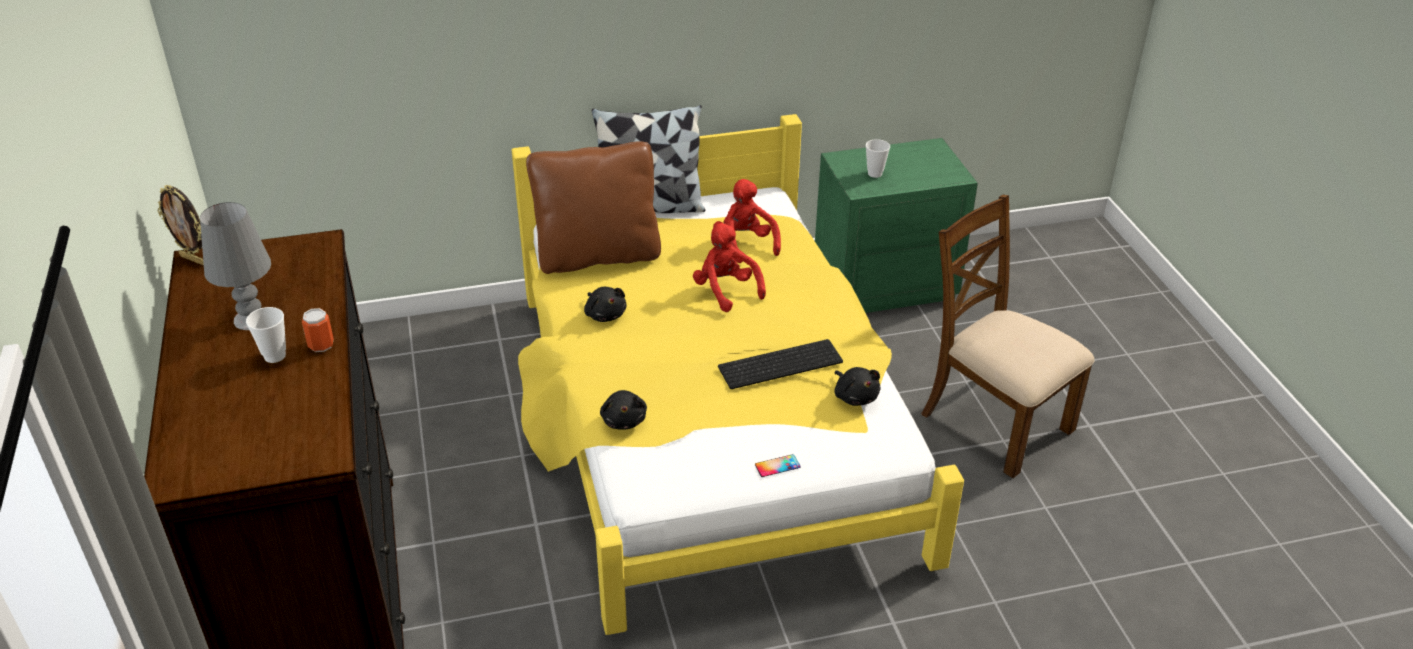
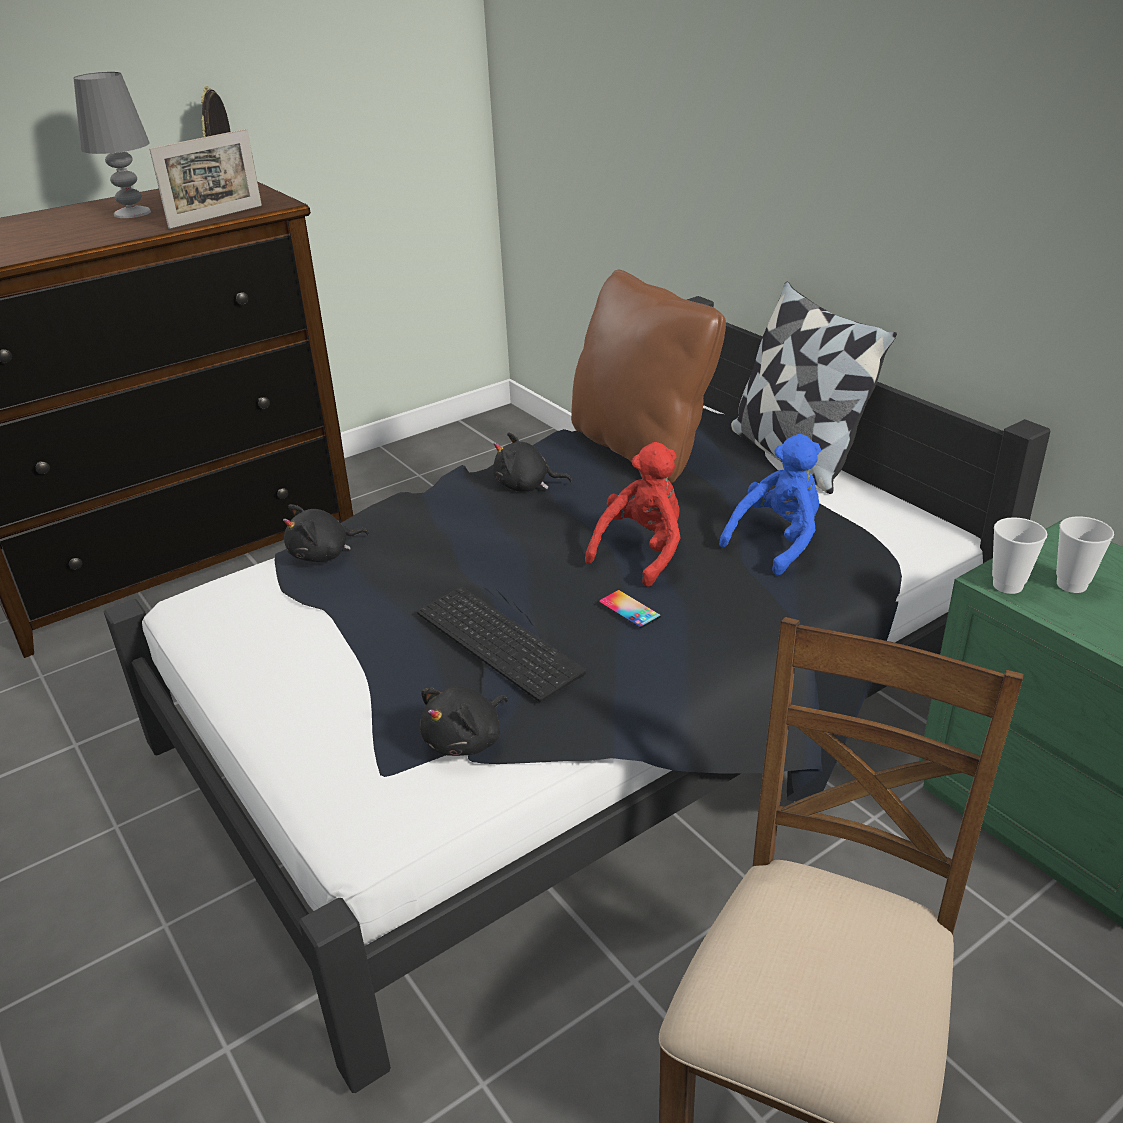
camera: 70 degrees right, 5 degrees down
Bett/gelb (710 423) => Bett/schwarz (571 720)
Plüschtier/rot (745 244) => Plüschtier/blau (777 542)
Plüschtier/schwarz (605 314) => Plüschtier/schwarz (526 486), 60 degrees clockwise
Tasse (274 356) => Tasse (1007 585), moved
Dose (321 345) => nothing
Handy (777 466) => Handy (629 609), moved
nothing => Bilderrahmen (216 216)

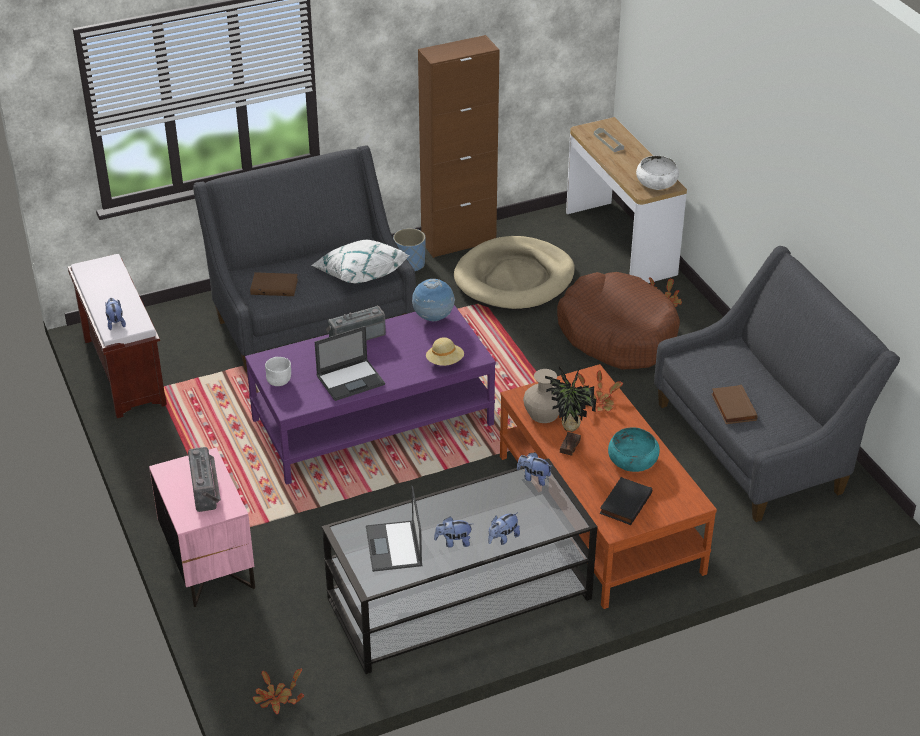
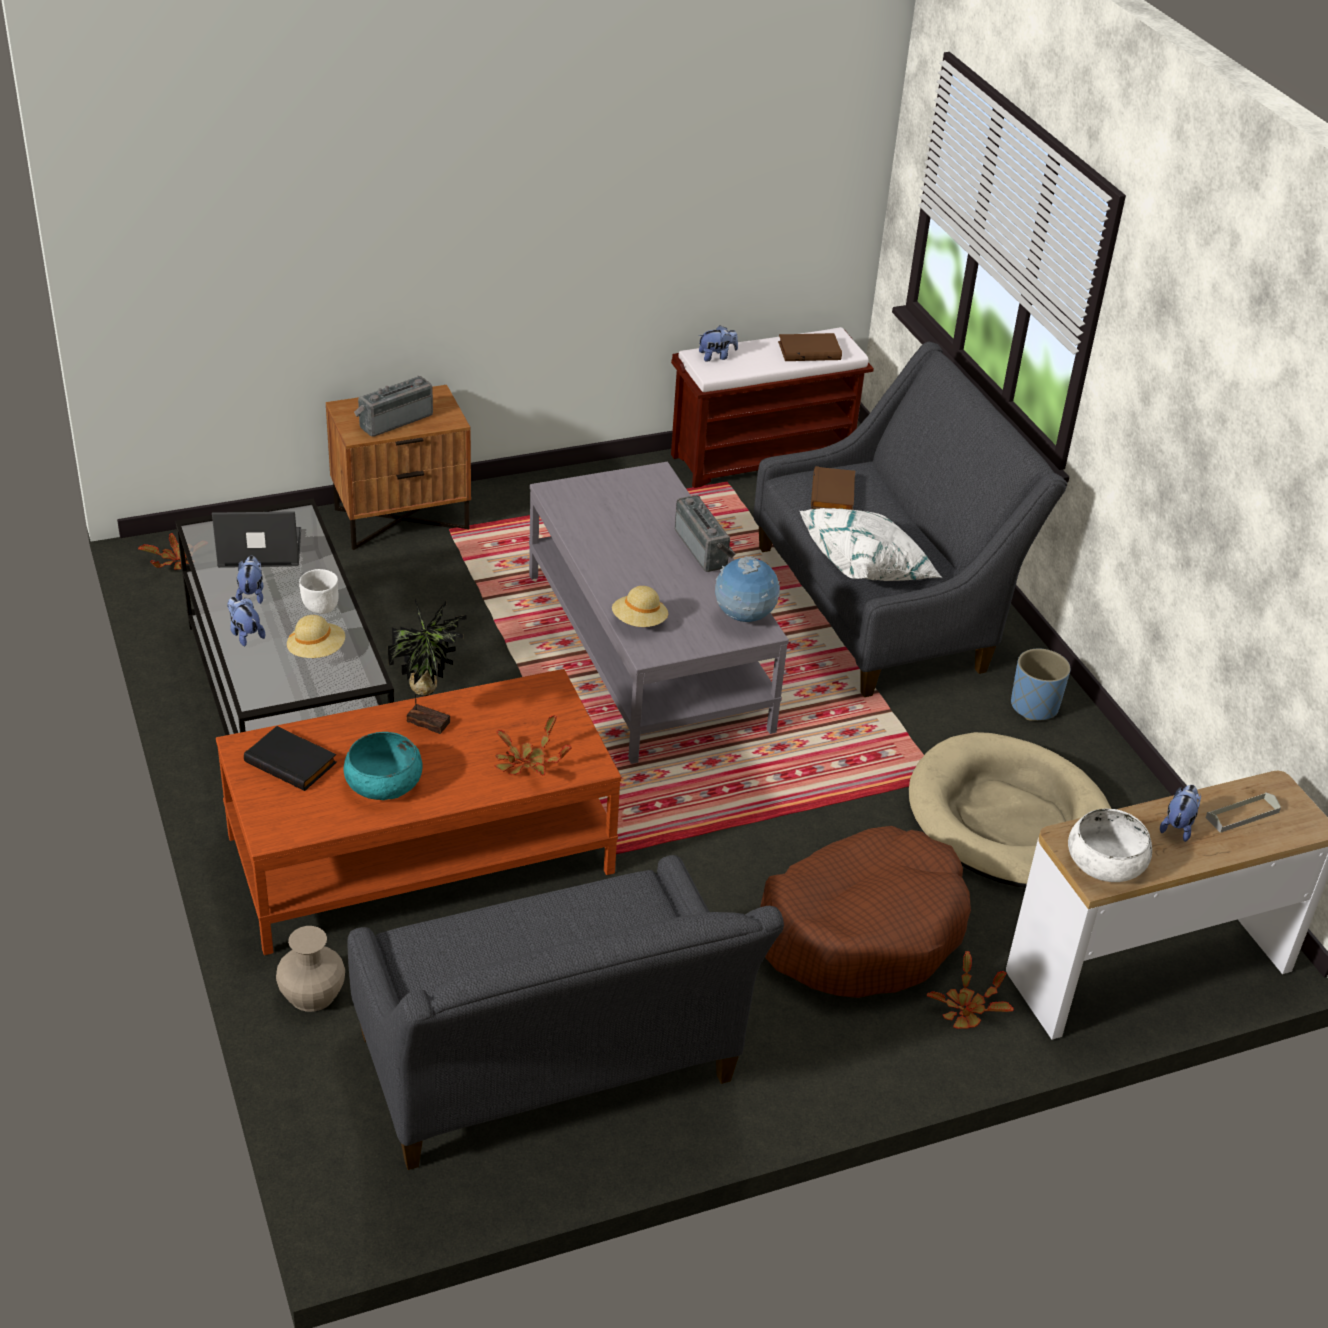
camera: 90 degrees right, 0 degrees up
Schrank/braun (458 242) => nothing
Couchtisch/lila (373 422) => Couchtisch/grau (647 652)
Laptop (351 380) => nothing
Schüssel/weiß (279 382) => Schüssel/weiß (320 608), moved
Vase/beige (543 413) => Vase/beige (312 993), moved
Buch/braun (732 407) => Buch/braun (809 350), moved
Radio (207 490) => Radio (394 420), 150 degrees clockwise
Nachttisch/rosa (208 564) => Nachttisch/braun (402 518)
Plüschtier (534 478) => Plüschtier (1178 826), moved
nothing => Hut/beige (317 651)

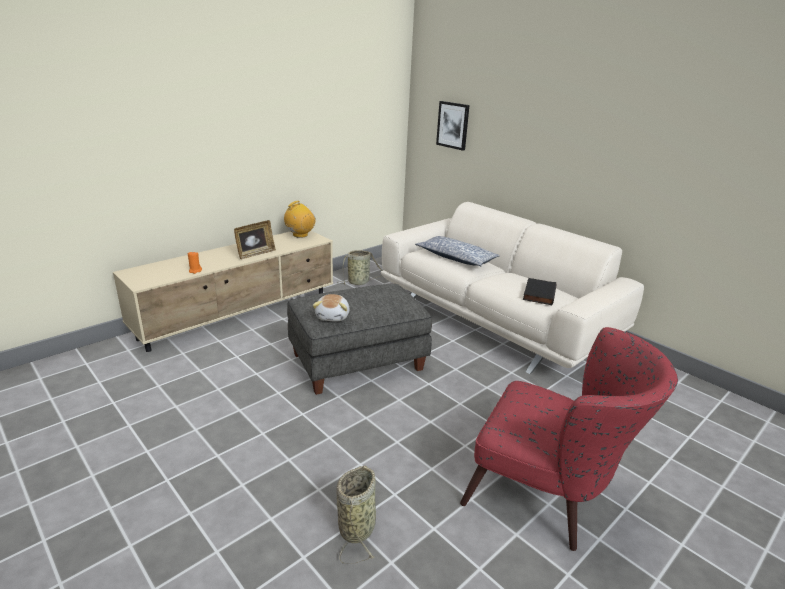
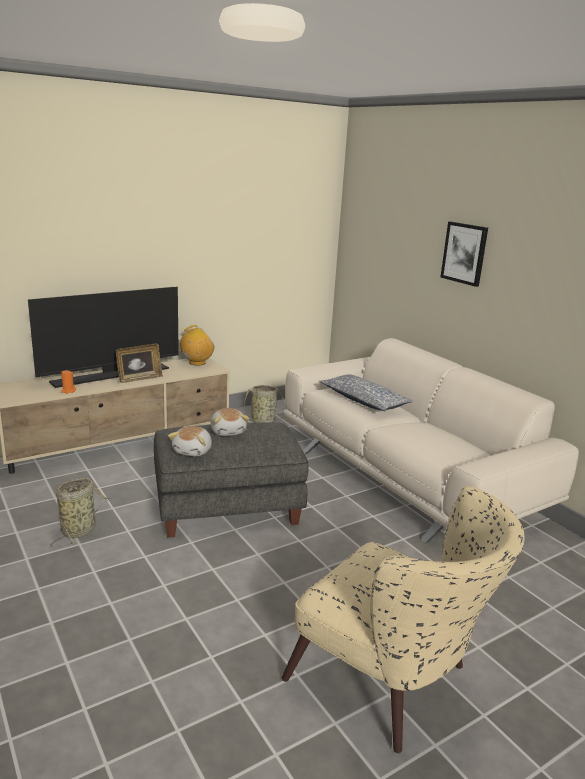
camera: 10 degrees right, 5 degrees down
Bild (453 125) => Bild (464 253), moved
Buch/schwarz (538 293) => nothing
Sessel/rot (548 494) => Sessel/beige (392 683)
Korb (357 526) => Korb (80 530), moved
nothing => Fernseher (111 375)
nothing => Plüschtier (228 431)

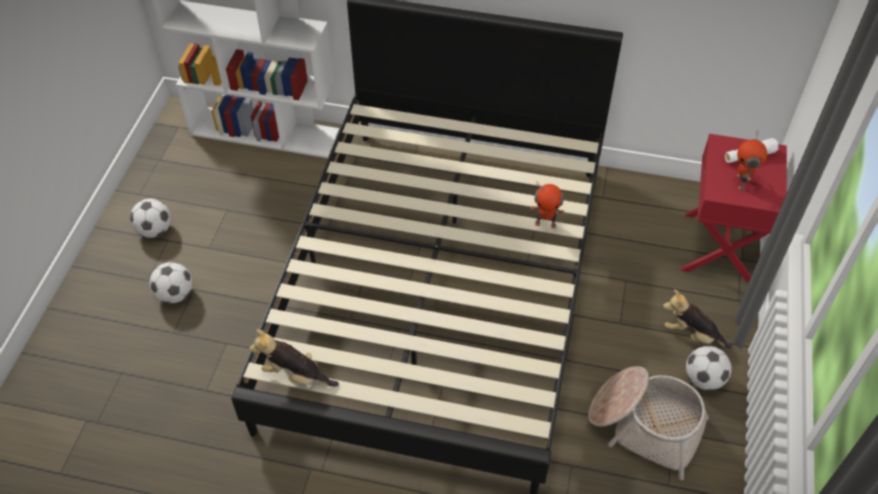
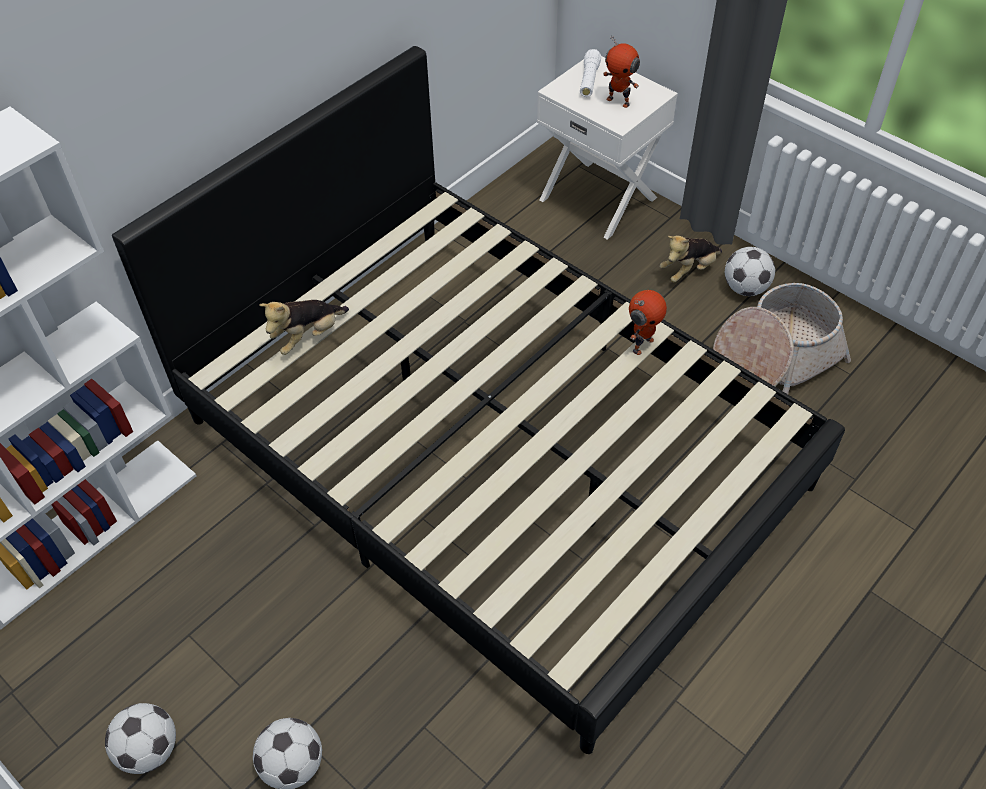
camera: 60 degrees left, 0 degrees up
Nachttisch/rot (720 247) => Nachttisch/weiß (599 198)
Spielzeugroboter (545 223) => Spielzeugroboter (641 344), moved
Plüschtier (296 375) => Plüschtier (308 337), moved

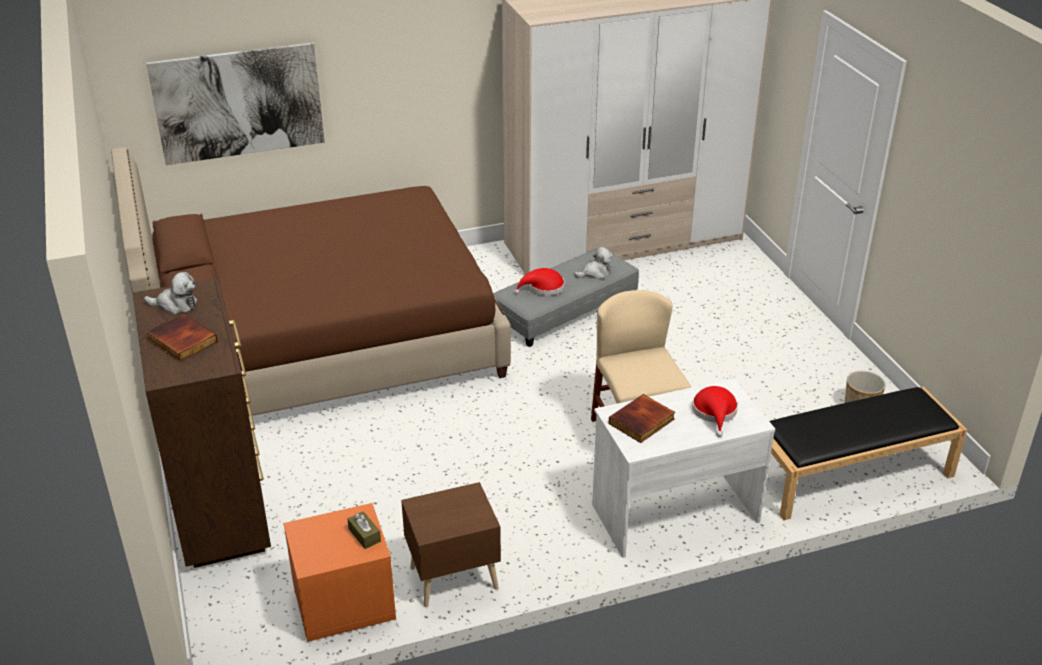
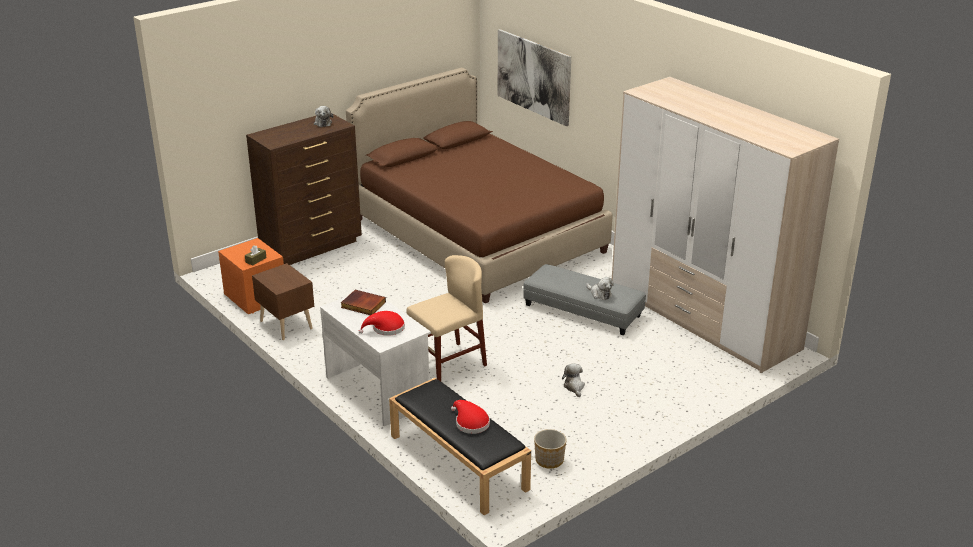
camera: 70 degrees right, 5 degrees down
Hut/rot (543 288) => Hut/rot (470 423), moved
Buch (181 341) => nothing
nothing => Plüschtier (574 387)

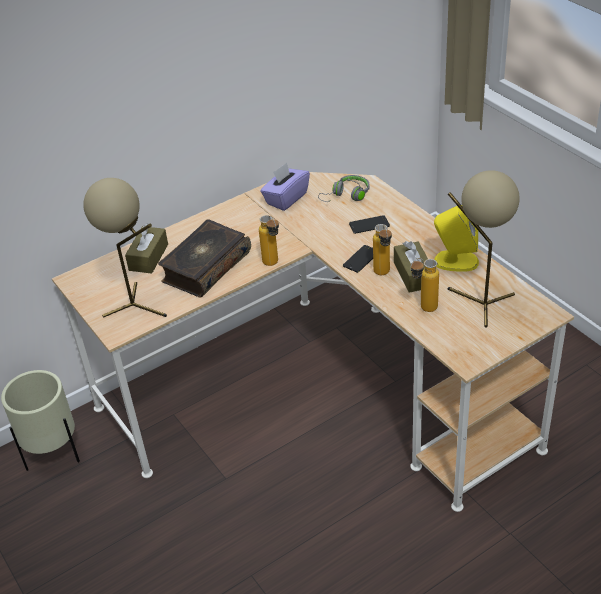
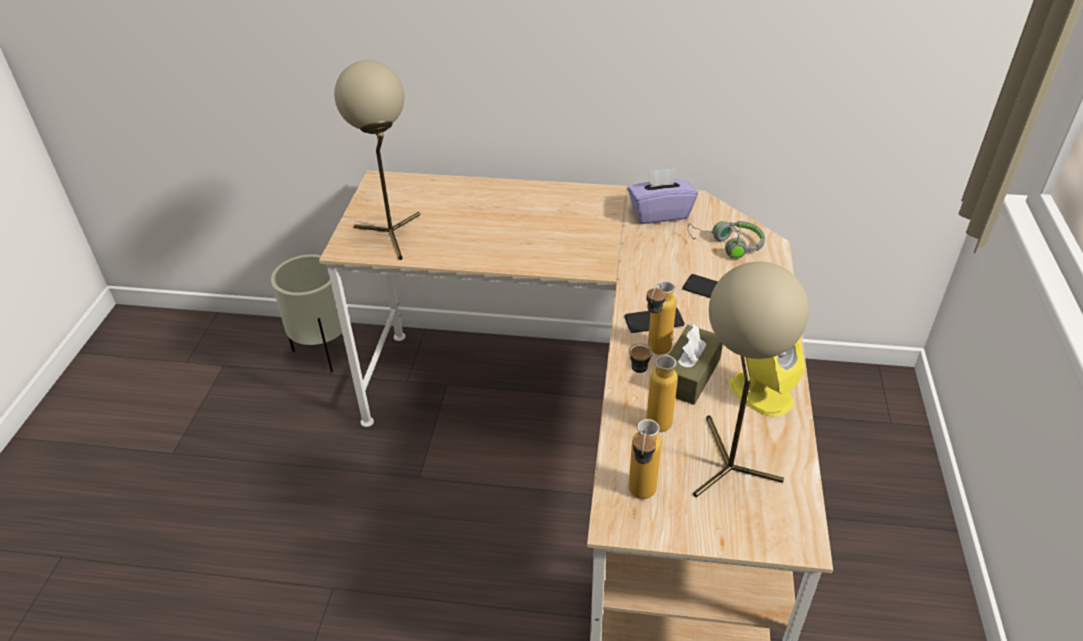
camera: 40 degrees right, 0 degrees up
Flasche (273 265) => Flasche (640 498), moved
Buch (205 267) => nothing
Taschentuchbox/braun (148 257) => nothing

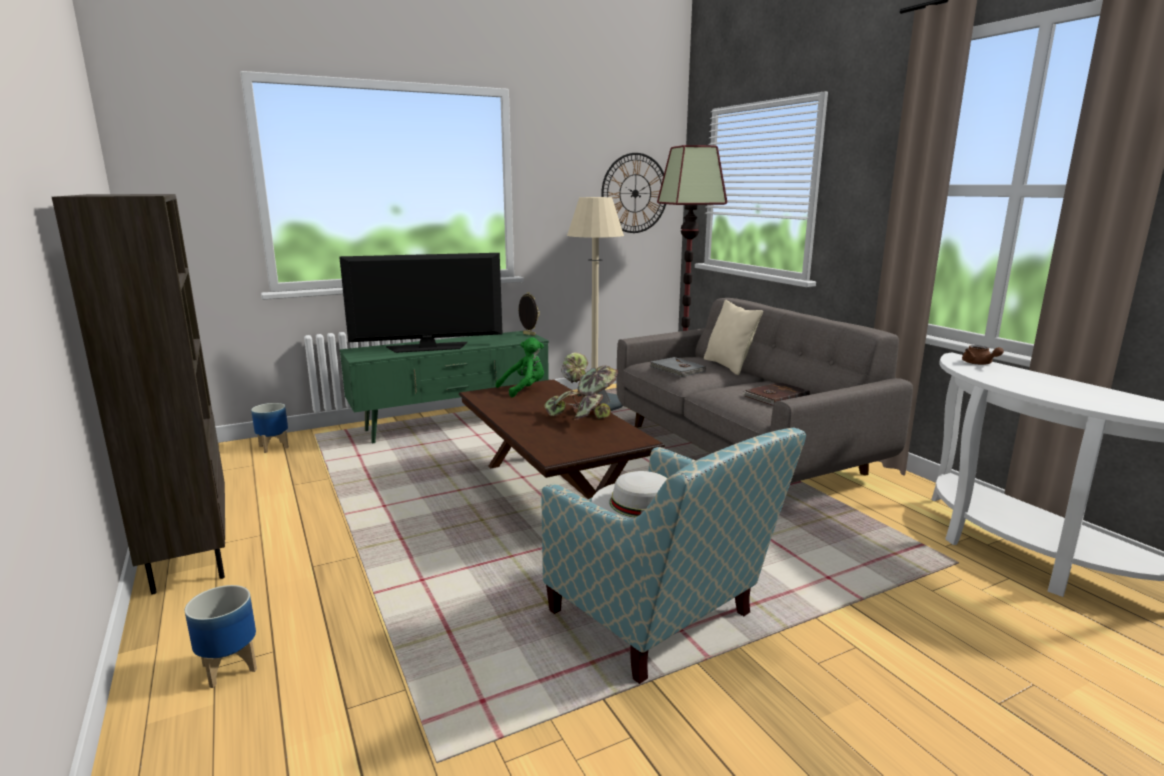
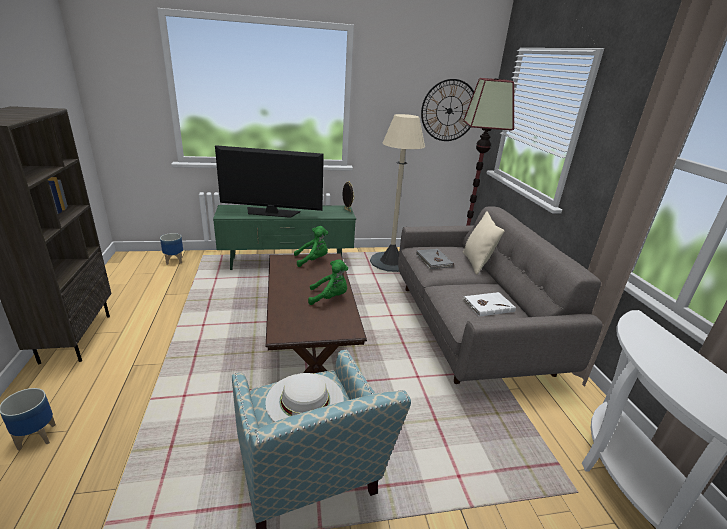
camera: 15 degrees right, 10 degrees up
Teekanne/braun (979 364) => nothing
Topfpflanze (583 417) => Plüschtier/grün (330 298)
Buch/braun (775 396) => Buch/weiß (487 305)

